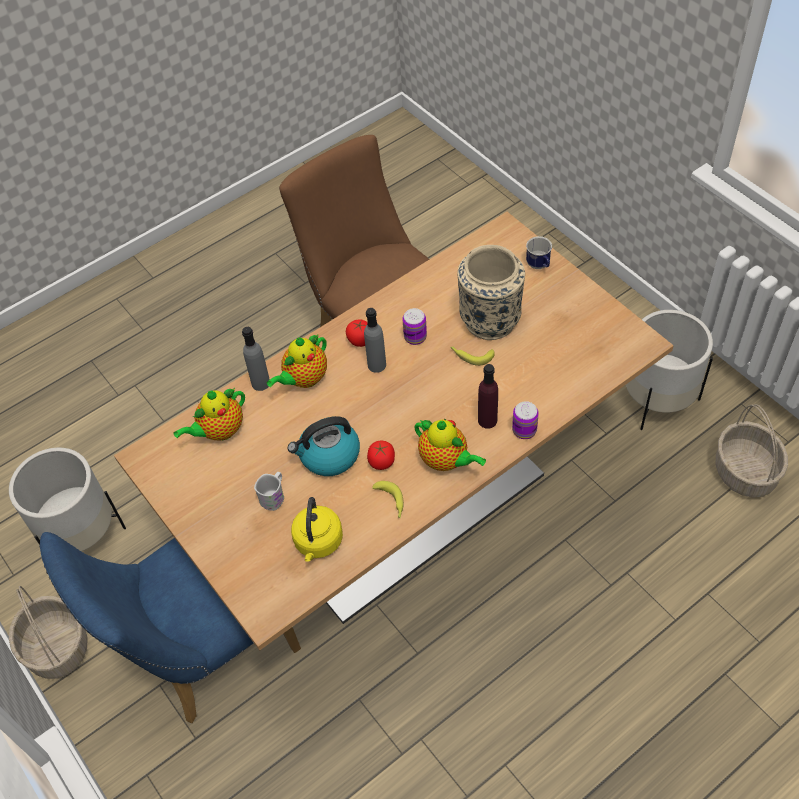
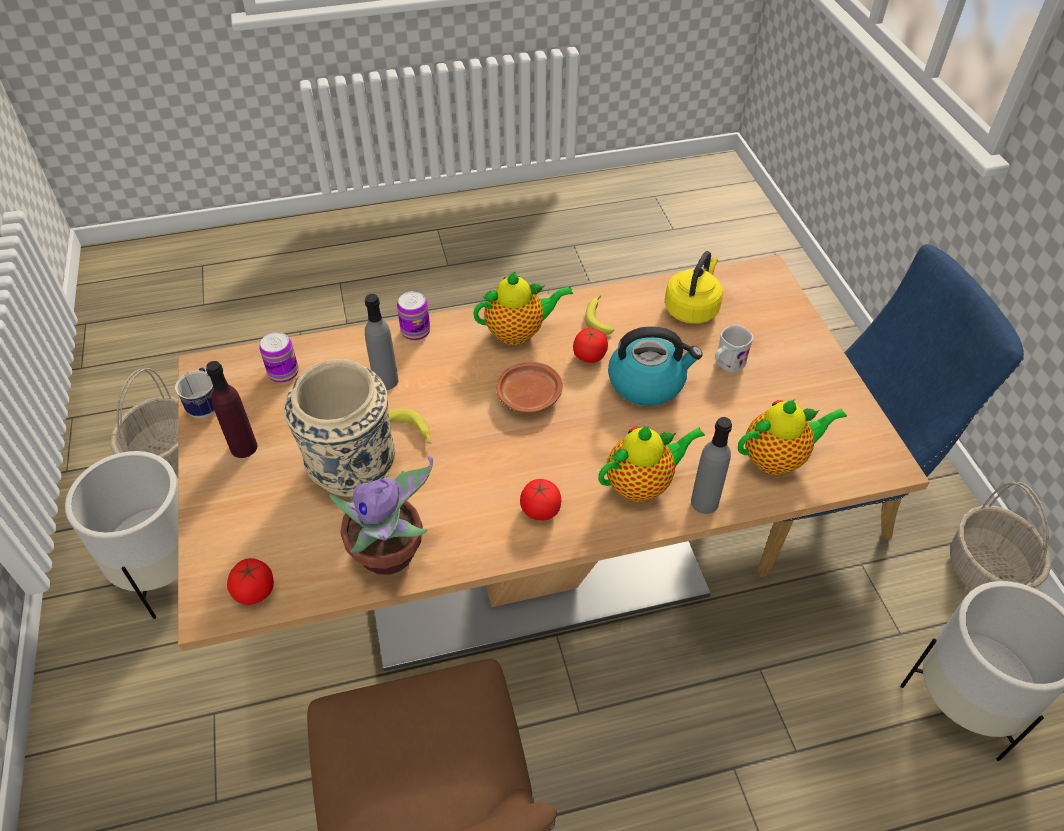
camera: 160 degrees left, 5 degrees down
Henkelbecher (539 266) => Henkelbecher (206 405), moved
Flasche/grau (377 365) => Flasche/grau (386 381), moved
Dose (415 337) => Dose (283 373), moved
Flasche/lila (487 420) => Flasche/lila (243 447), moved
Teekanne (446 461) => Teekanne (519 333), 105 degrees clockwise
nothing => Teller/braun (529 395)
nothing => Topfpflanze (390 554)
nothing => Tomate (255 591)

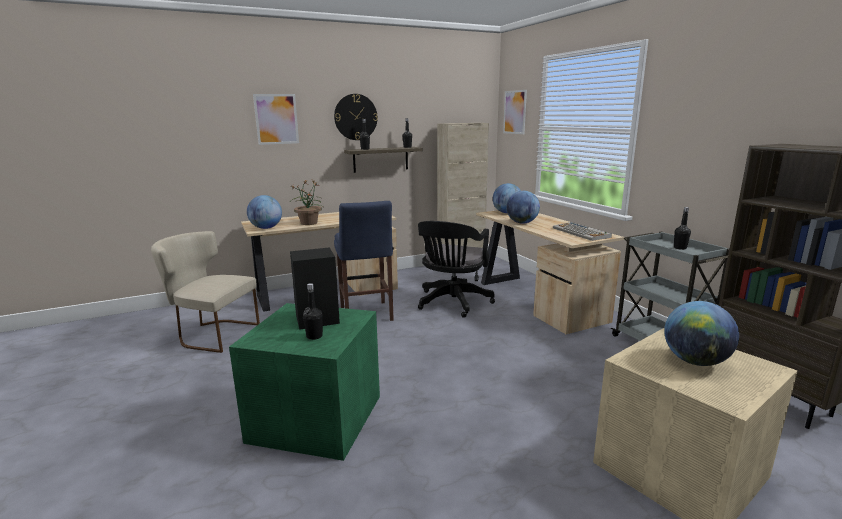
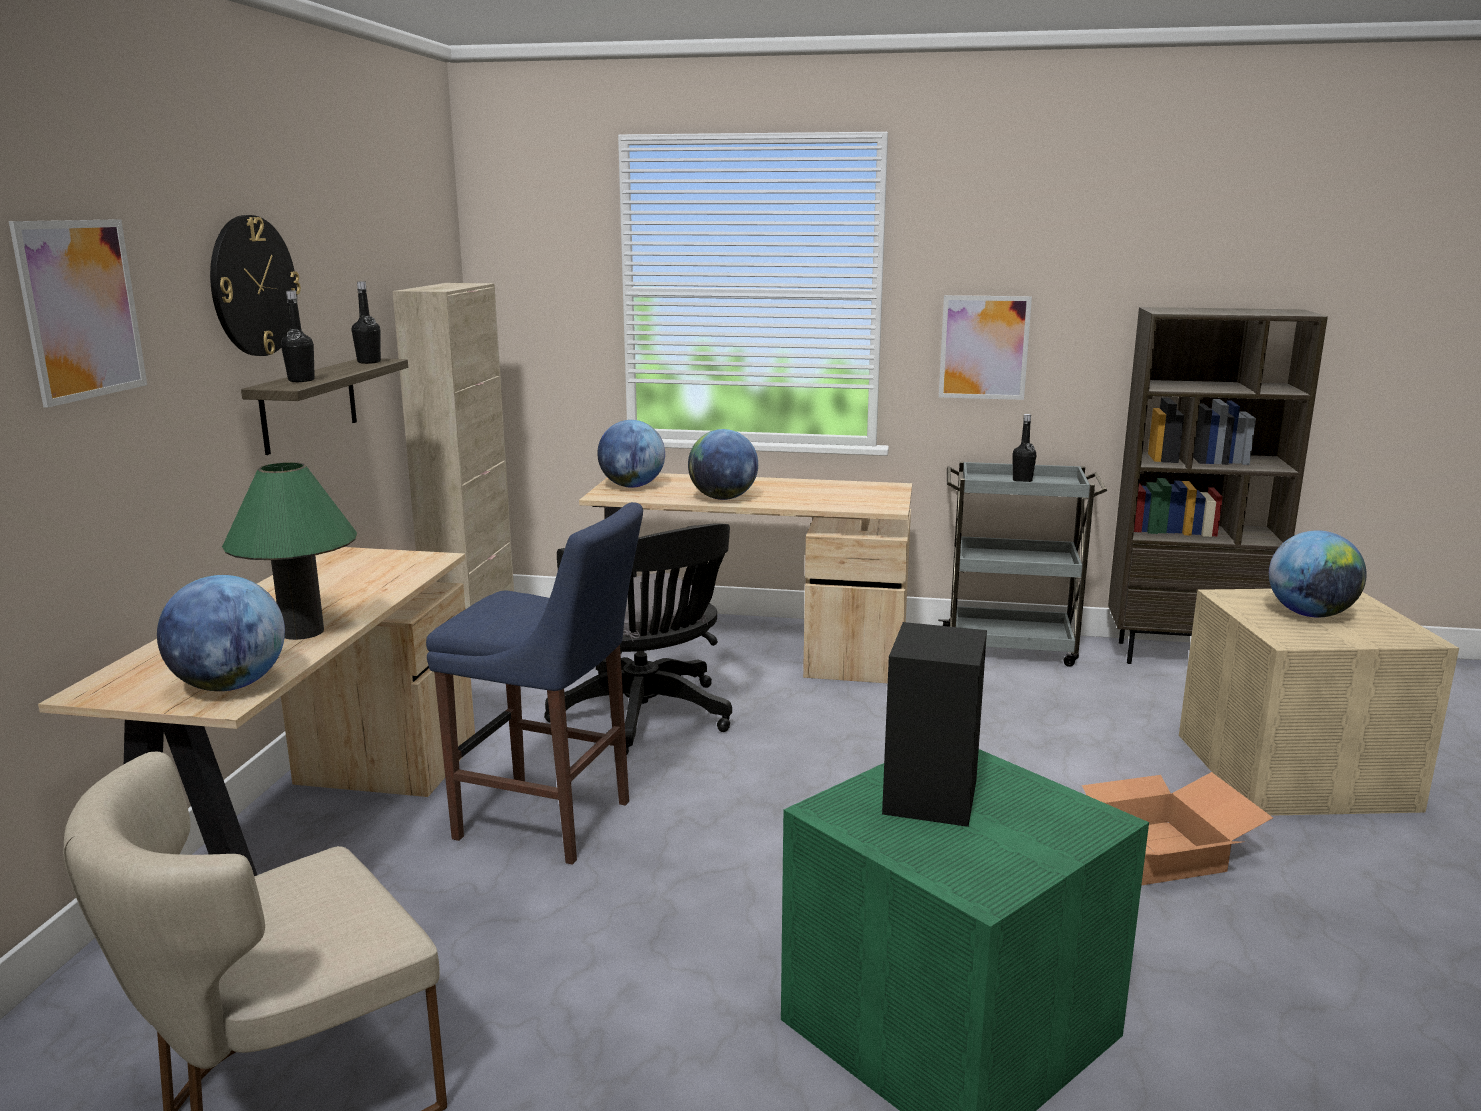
camera: 55 degrees left, 0 degrees up
Bild (514 112) => Bild (984 347), moved
Topfpflanze (309 223) => Tischlampe/grün (302 632)
Tastatur (581 232) => nothing
Flasche/schwarz (314 336) => nothing
nothing => Karton (1154 851)

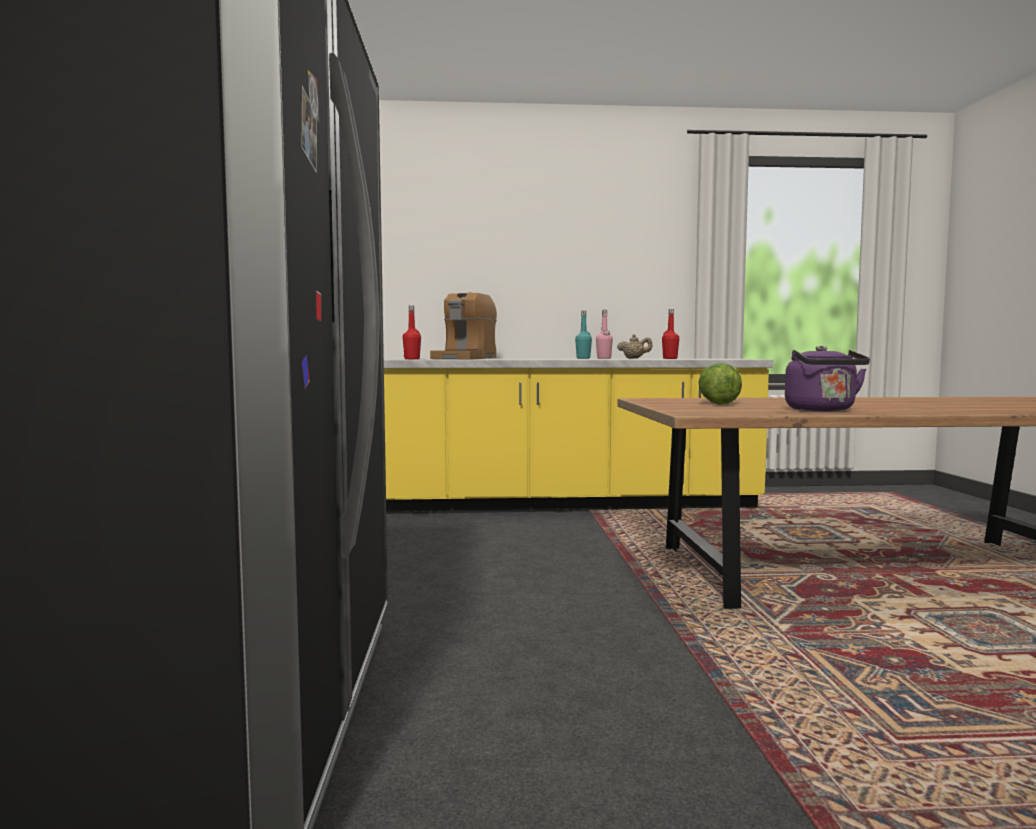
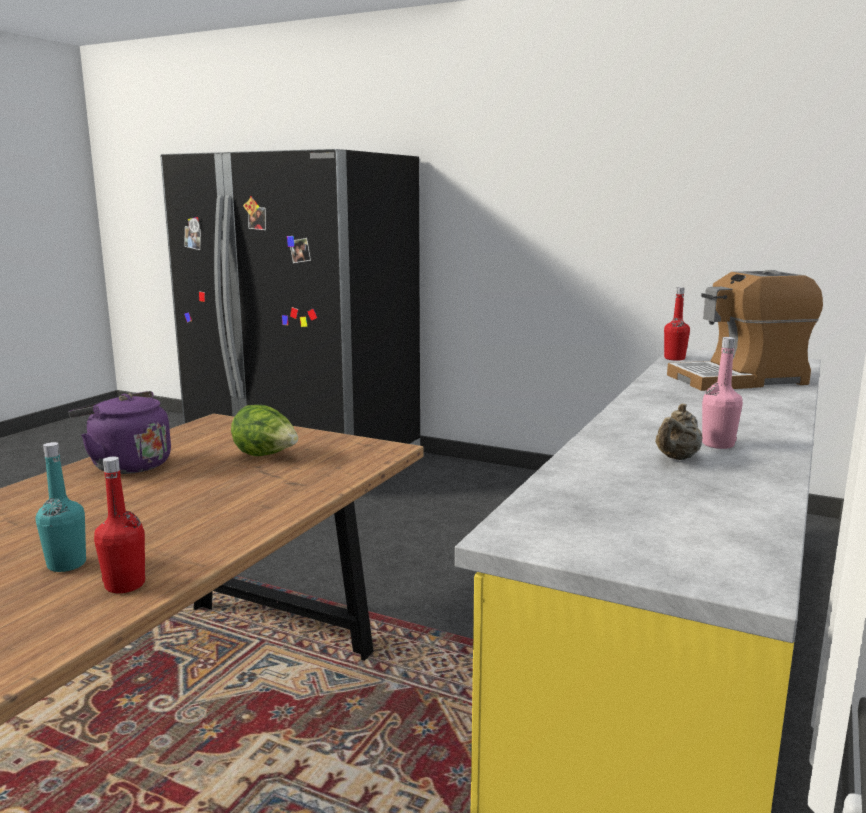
camera: 120 degrees right, 10 degrees up
Kaffeemaschine (465 358) => Kaffeemaschine (739 380), 60 degrees counterclockwise
Flasche/rot (670 358) => Flasche/rot (125 585), moved
Flasche/türkis (583 358) => Flasche/türkis (66 564), moved

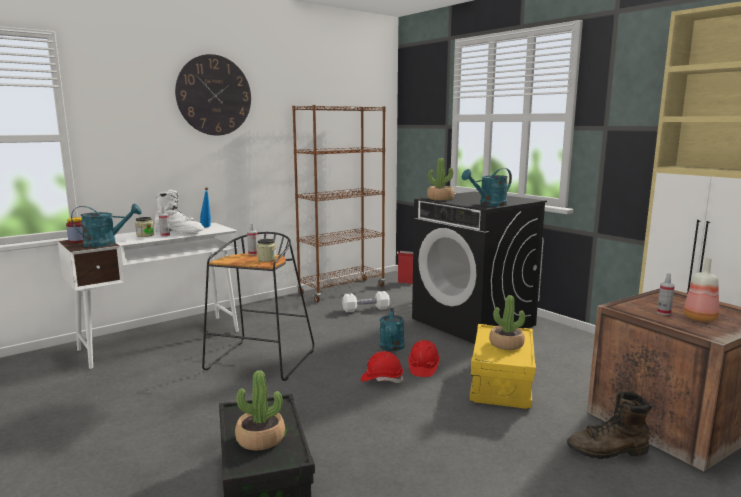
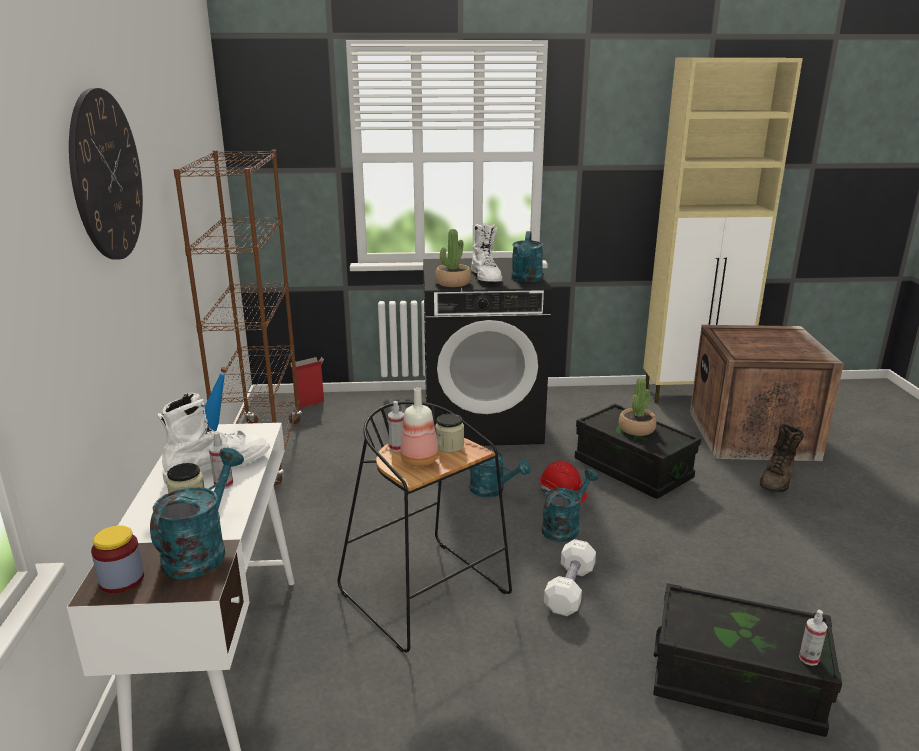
camera: 55 degrees left, 10 degrees up
Flasche (701 318) => Flasche (420 460), moved
Sprühflasche (663 312) => Sprühflasche (808 658), moved
Hantel/weiß (366 309) => Hantel/weiß (569 589), moved
Aufbewahrungsbox/gelb (501 383) => Aufbewahrungsbox/schwarz (632 469)
Schutzhelm/rot (382 379) => Gießkanne/türkis (564 527)
Topfpflanze (260 439) => nothing
nothing => Stiefel/weiß (486 277)

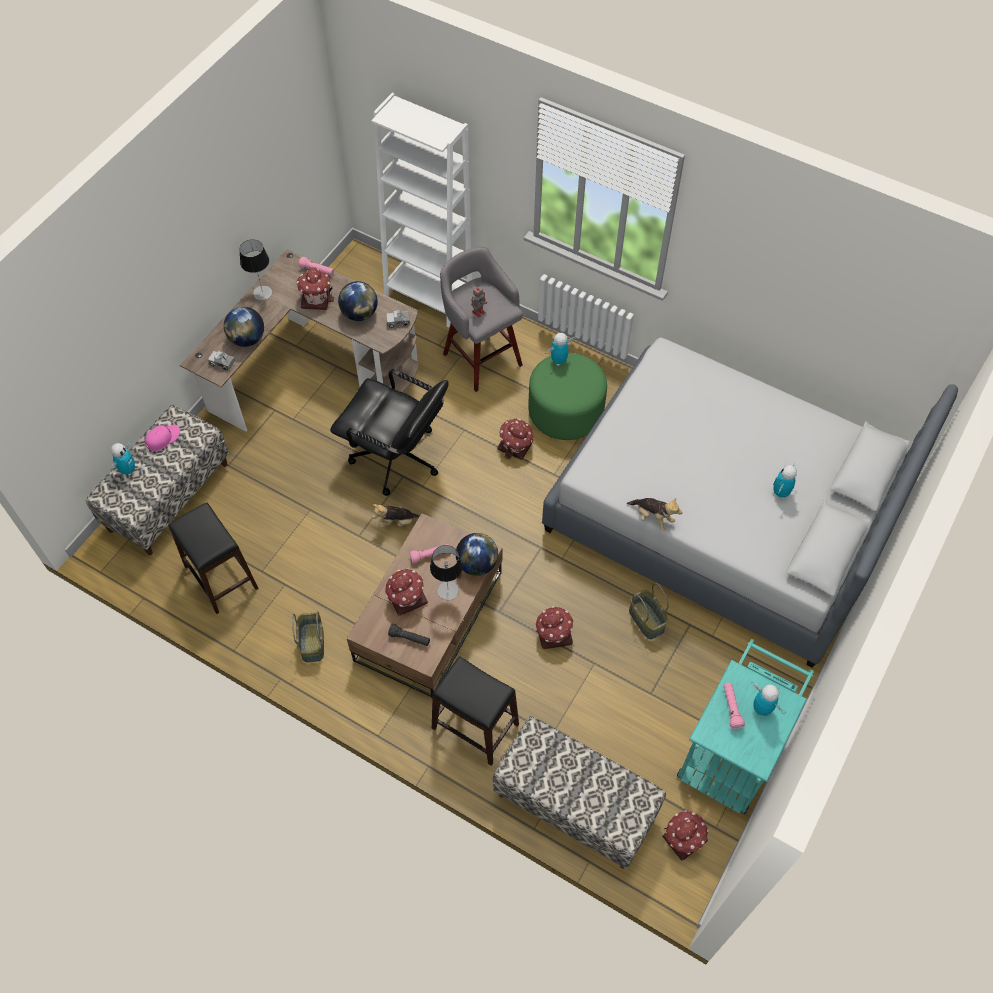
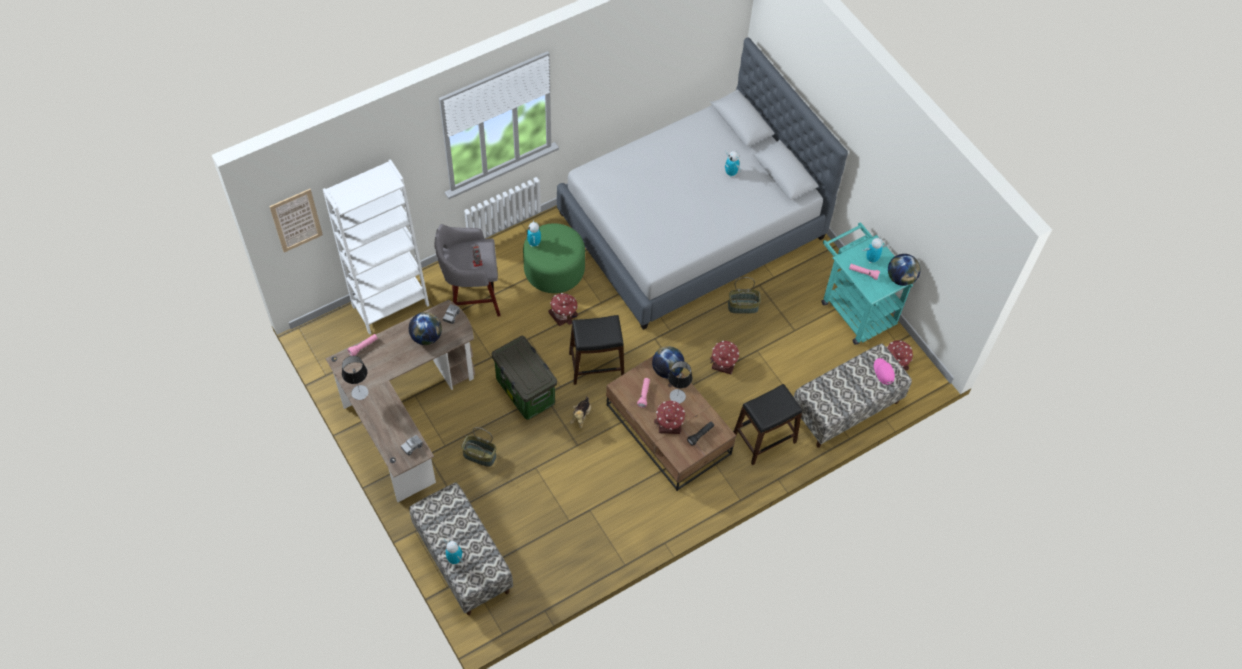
camera: 65 degrees left, 0 degrees up
Spielzeughaus (316 298) => nothing
Globus (247 339) => Globus (900 278), moved
Bürostuhl/schwarz (396 458) => Aufbewahrungsbox (526 392)
Kappe/rosa (163 438) => Kappe/rosa (883 372), moved
Plüschtier (652 517) => nothing
Hocker/schwarz (221 577) => Hocker/schwarz (596 366), moved
Korb (311 642) => Korb (479 456), moved
nothing => Bild (296 220)

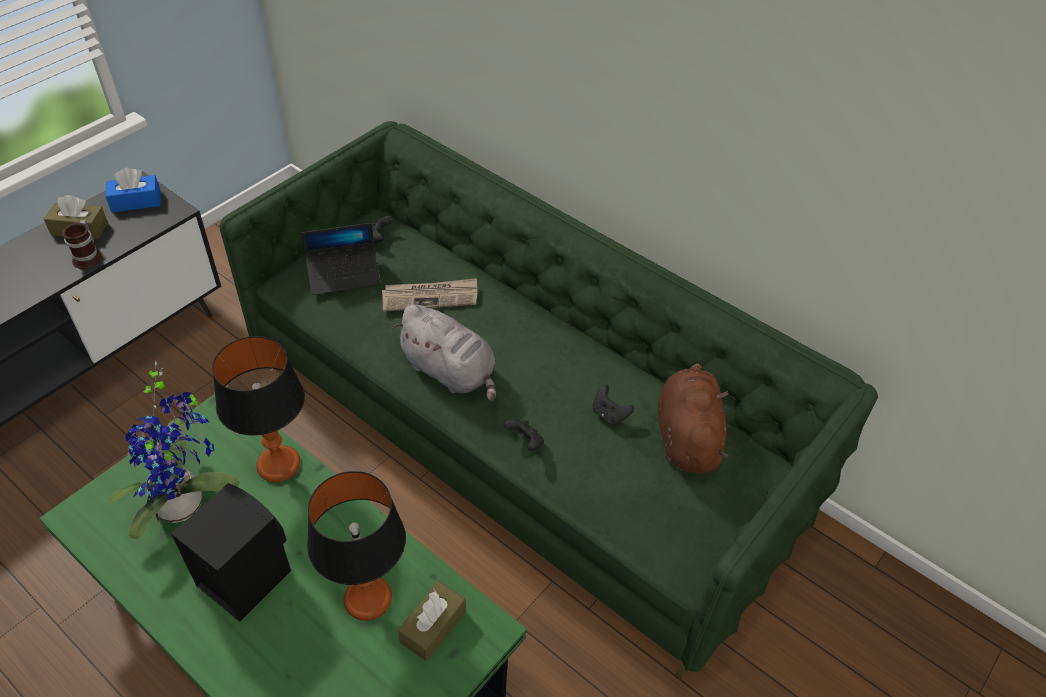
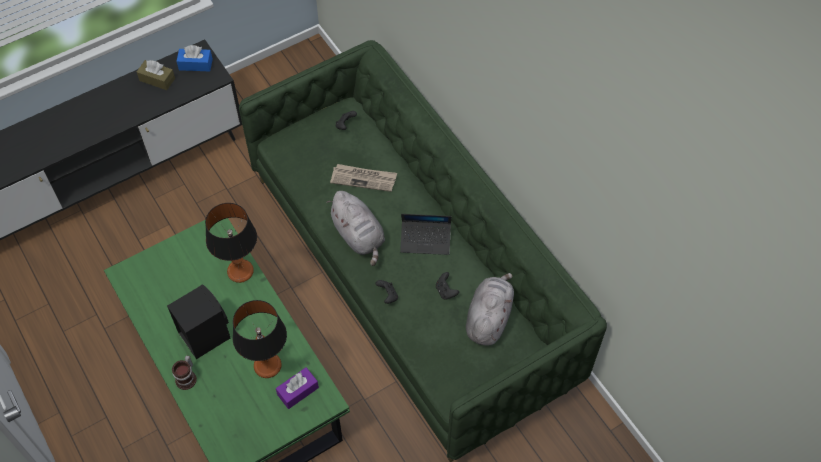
camera: 20 degrees right, 10 degrees up
Henkelbecher (89 257) => Henkelbecher (187 378), moved
Laptop (344 275) => Laptop (425 240), moved
Topfpflanze (186 504) => nothing
Plüschtier/braun (686 436) => Plüschtier/grau (489 317)
Taschentuchbox/braun (433 626) => Taschentuchbox/lila (298 391)

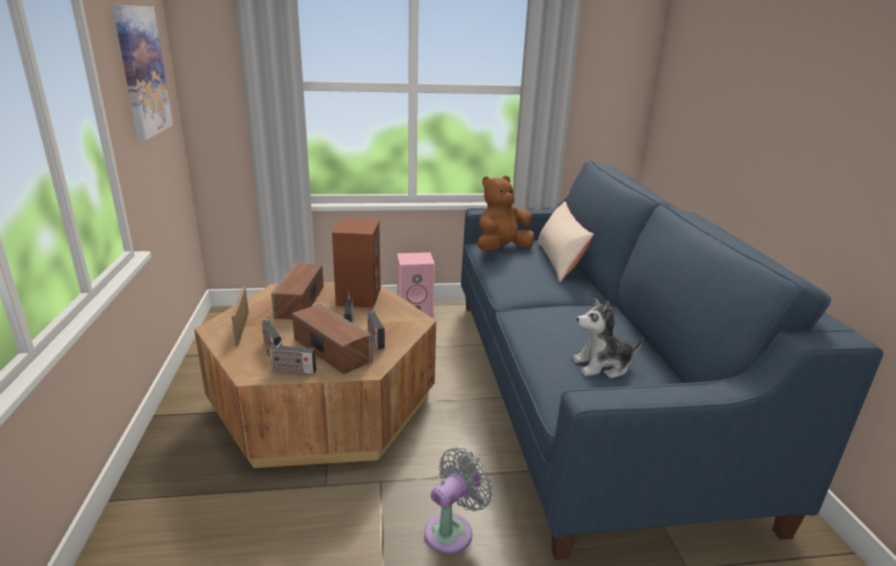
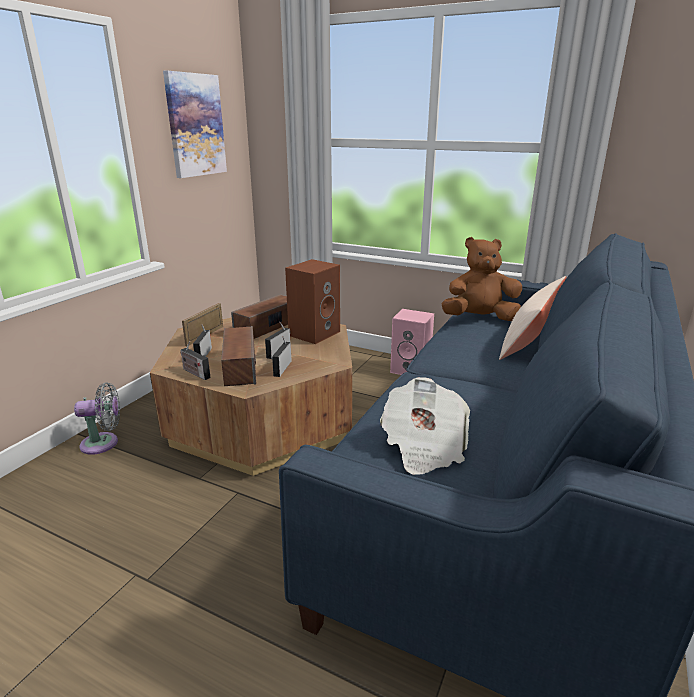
camera: 35 degrees right, 0 degrees up
Plüschtier (602 366) => Zeitung (423 446)
Ventilator/grau (452 530) => Ventilator/grau (103 443), moved

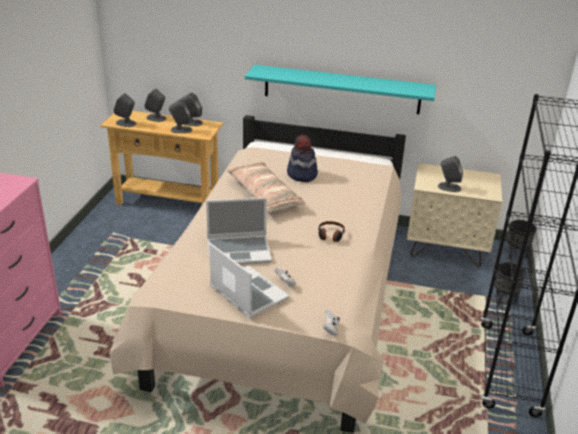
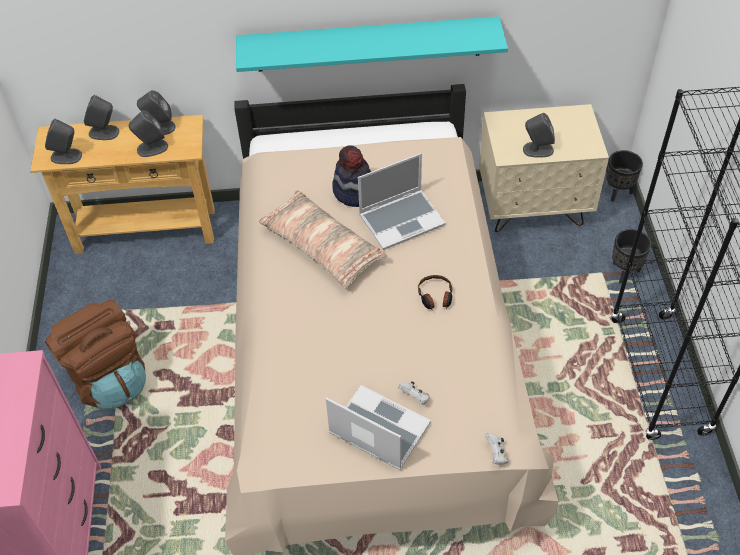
camera: 15 degrees left, 20 degrees up
Laptop (239 251) => Laptop (402 219), moved
nothing => Rucksack/braun (109 378)

